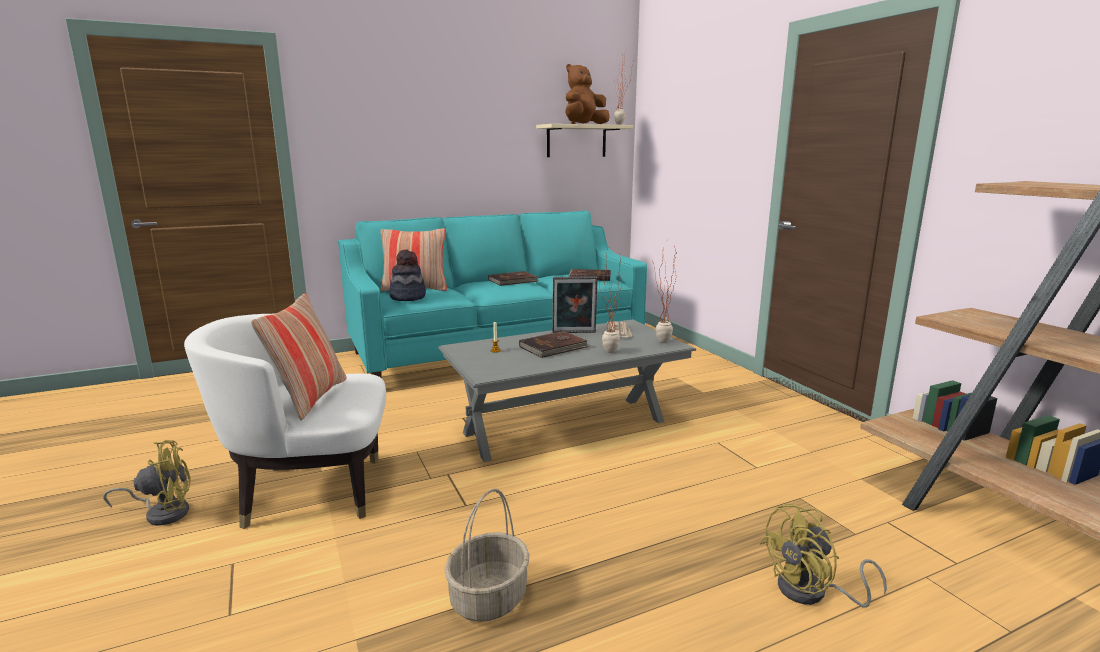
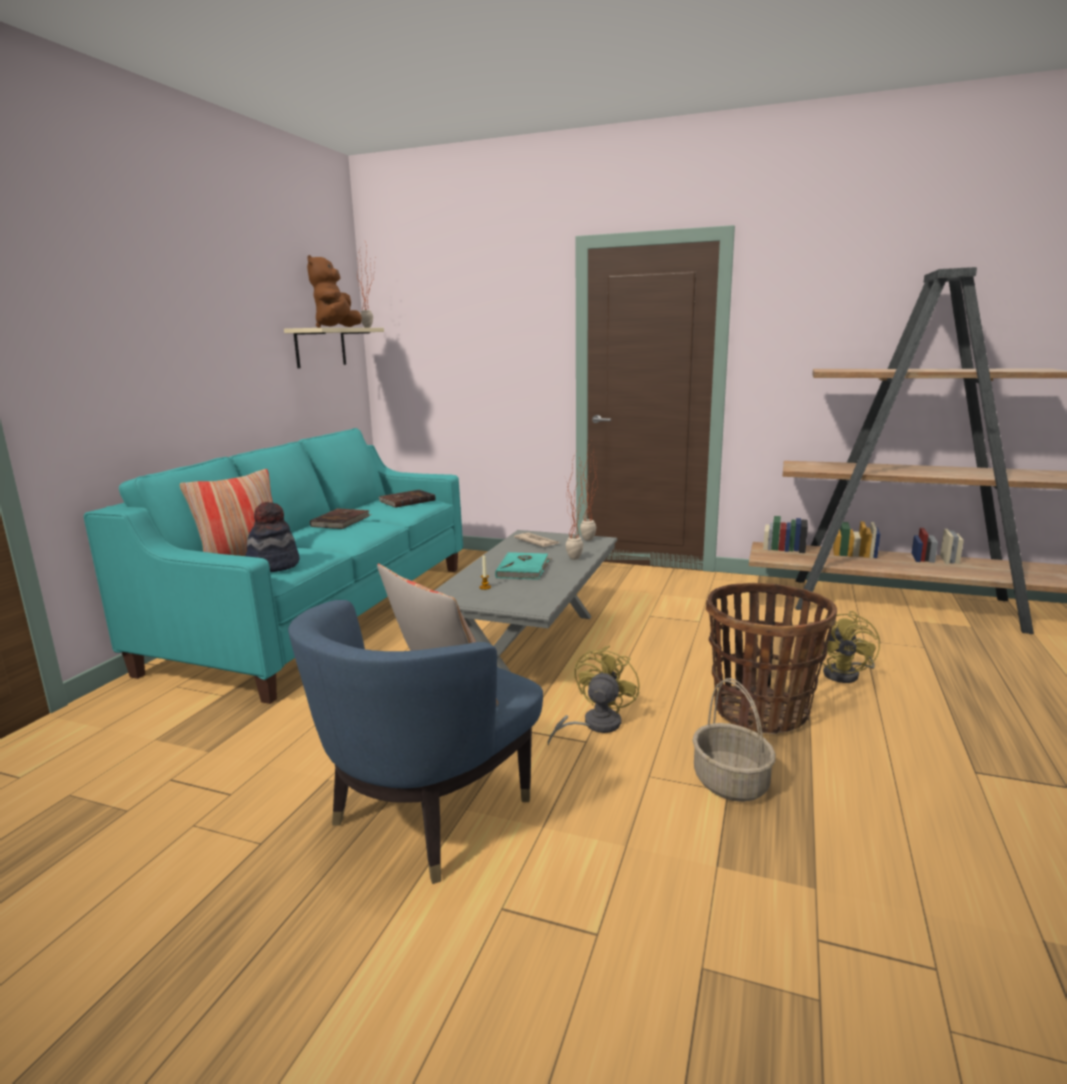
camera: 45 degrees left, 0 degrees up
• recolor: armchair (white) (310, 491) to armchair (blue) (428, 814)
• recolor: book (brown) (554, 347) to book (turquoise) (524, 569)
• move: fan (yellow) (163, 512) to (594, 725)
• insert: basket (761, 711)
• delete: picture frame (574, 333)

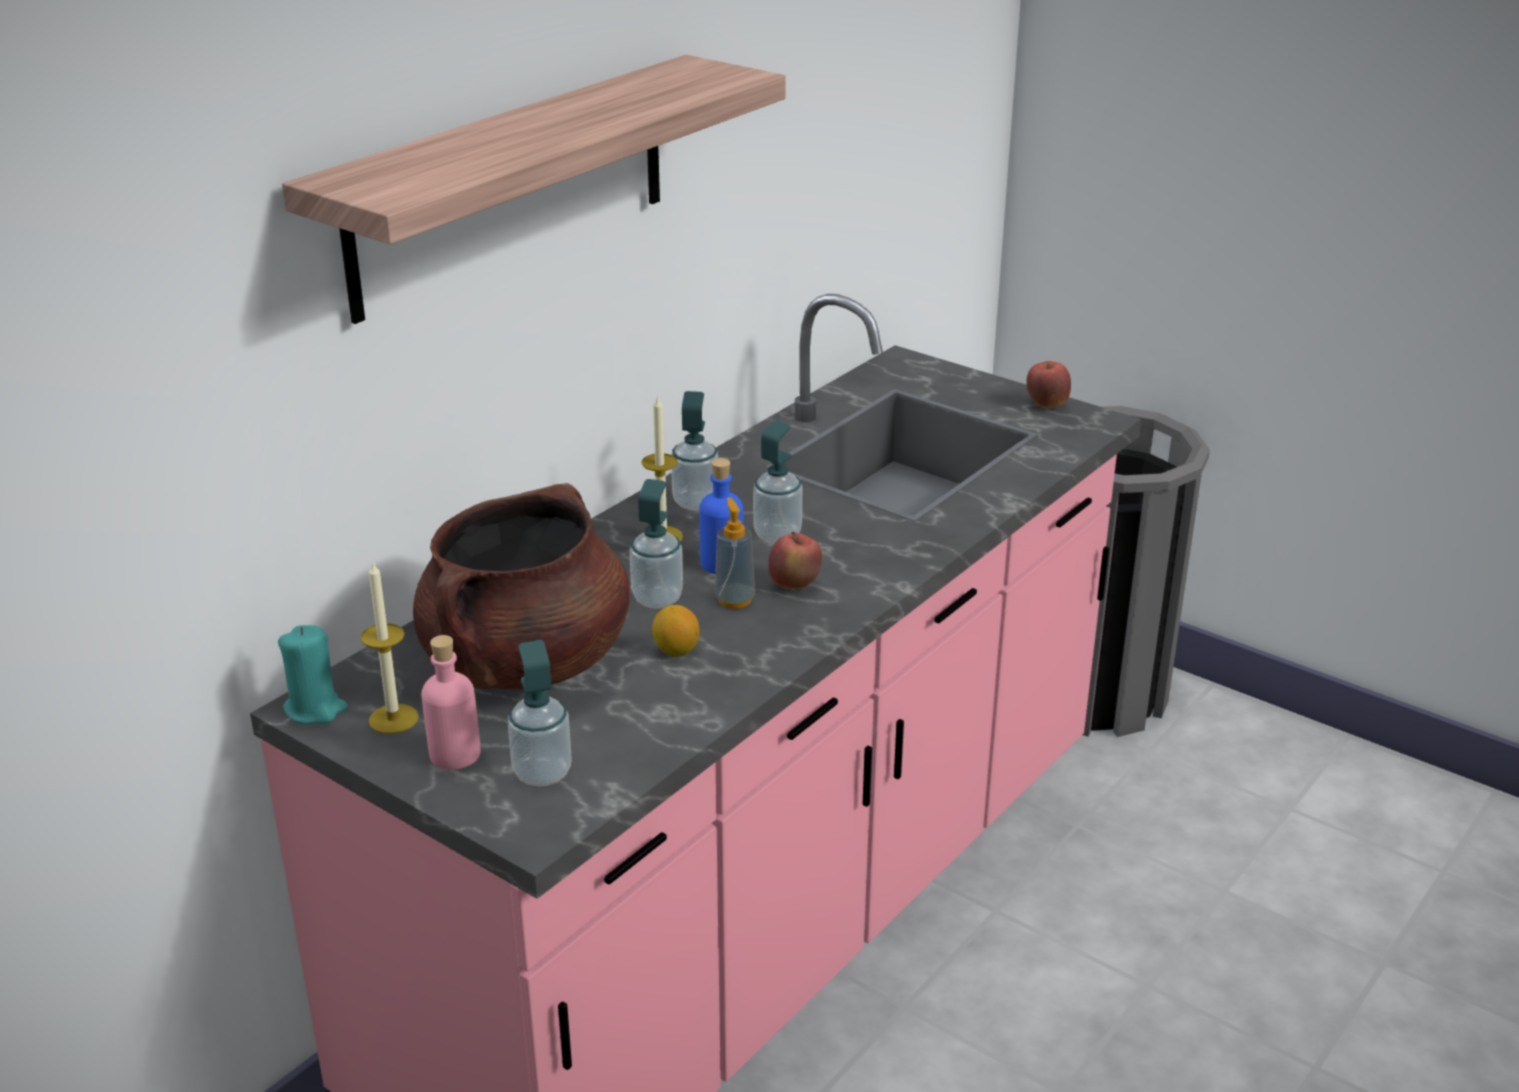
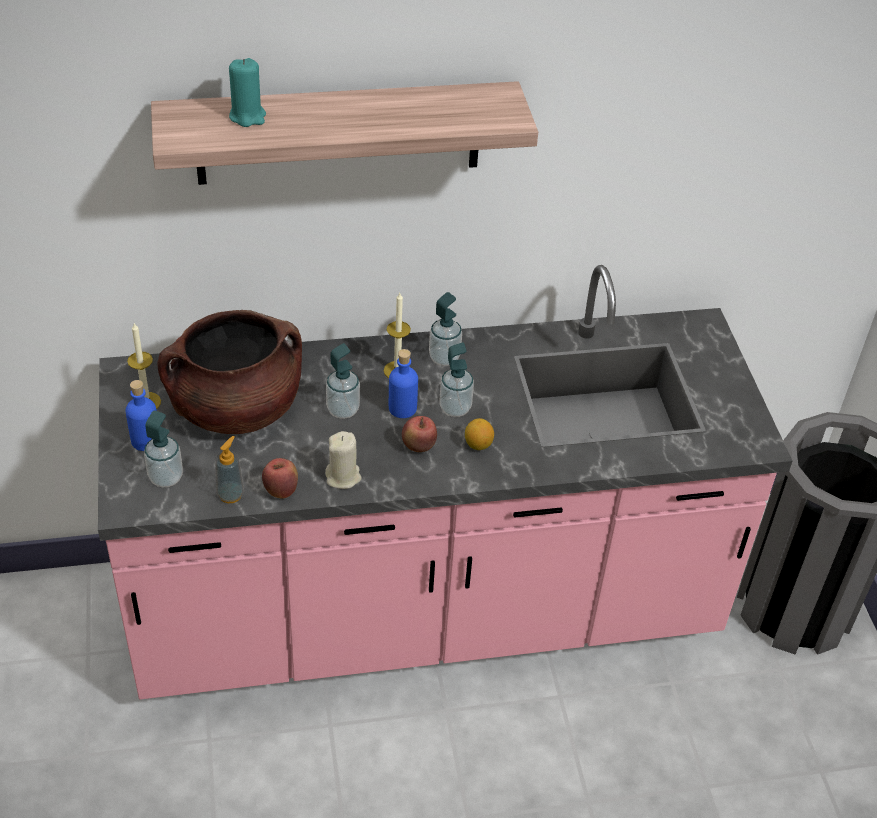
camera: 40 degrees right, 15 degrees up
• recolor: bottle (pink) (454, 754) to bottle (blue) (145, 440)
• move: soap dispenser (734, 599) to (230, 494)
• move: candle (turquoise) (315, 709) to (248, 116)
• move: apple (1046, 405) to (281, 491)
• insert: candle (beige) (343, 477)
• move: lemon (676, 651) to (478, 444)

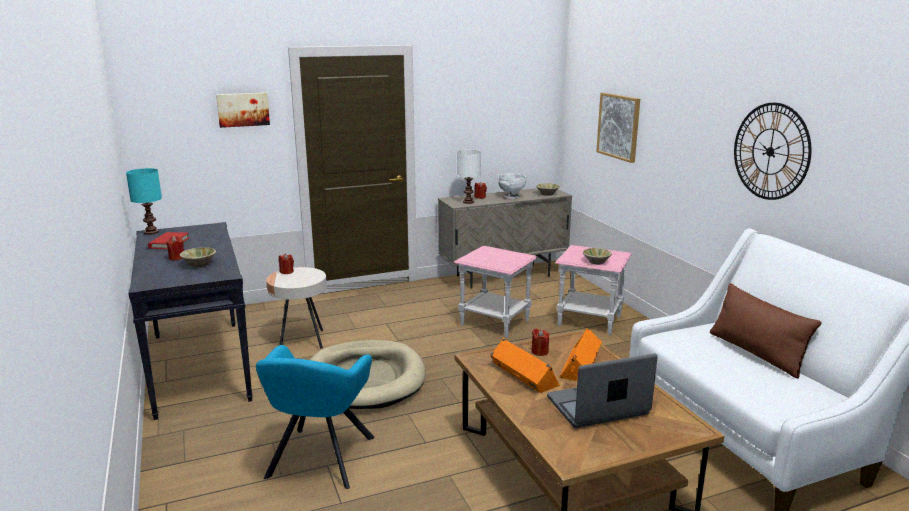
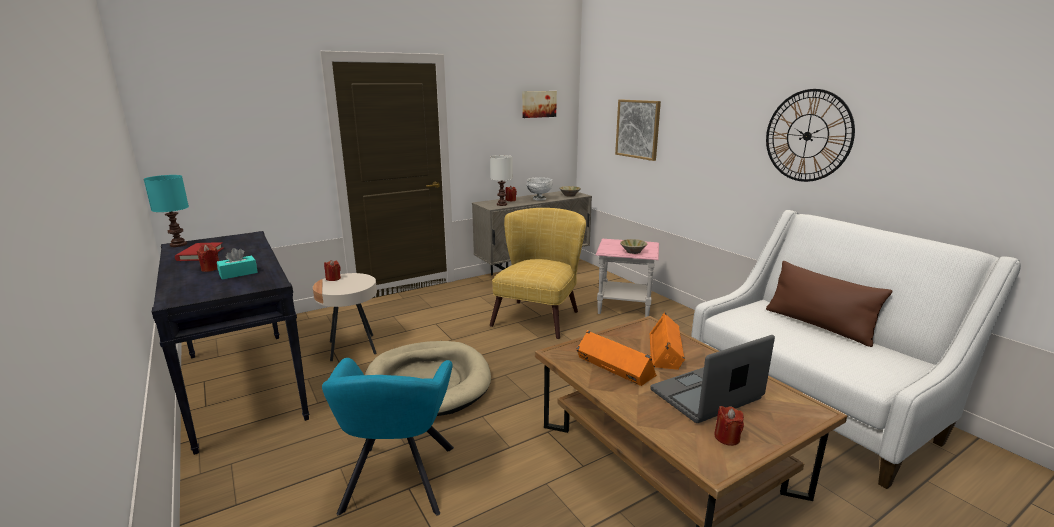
camera: 10 degrees left, 0 degrees up
• replace: bowl (beige) (199, 264) to tissue box (turquoise) (238, 273)
• replace: side table (pink) (495, 323) to armchair (yellow) (540, 315)
• move: picture (243, 109) to (538, 104)
• move: candle (red) (539, 352) to (727, 437)

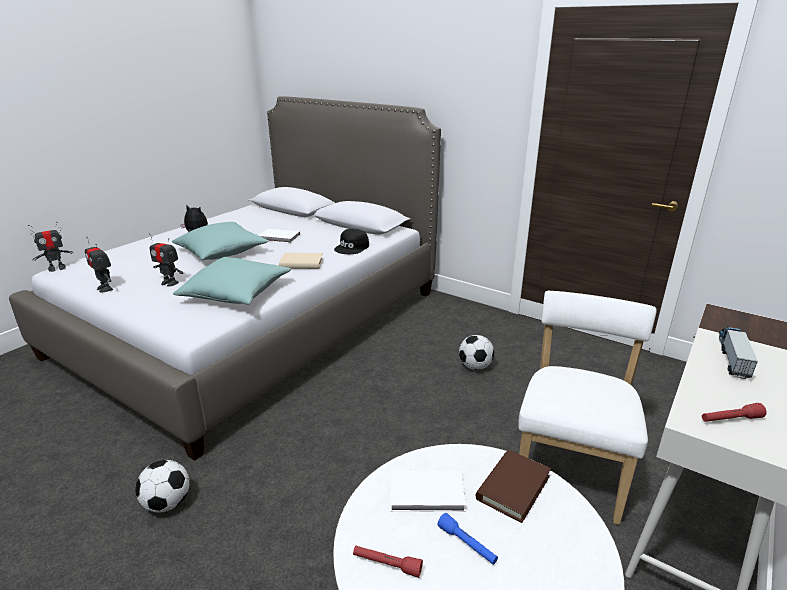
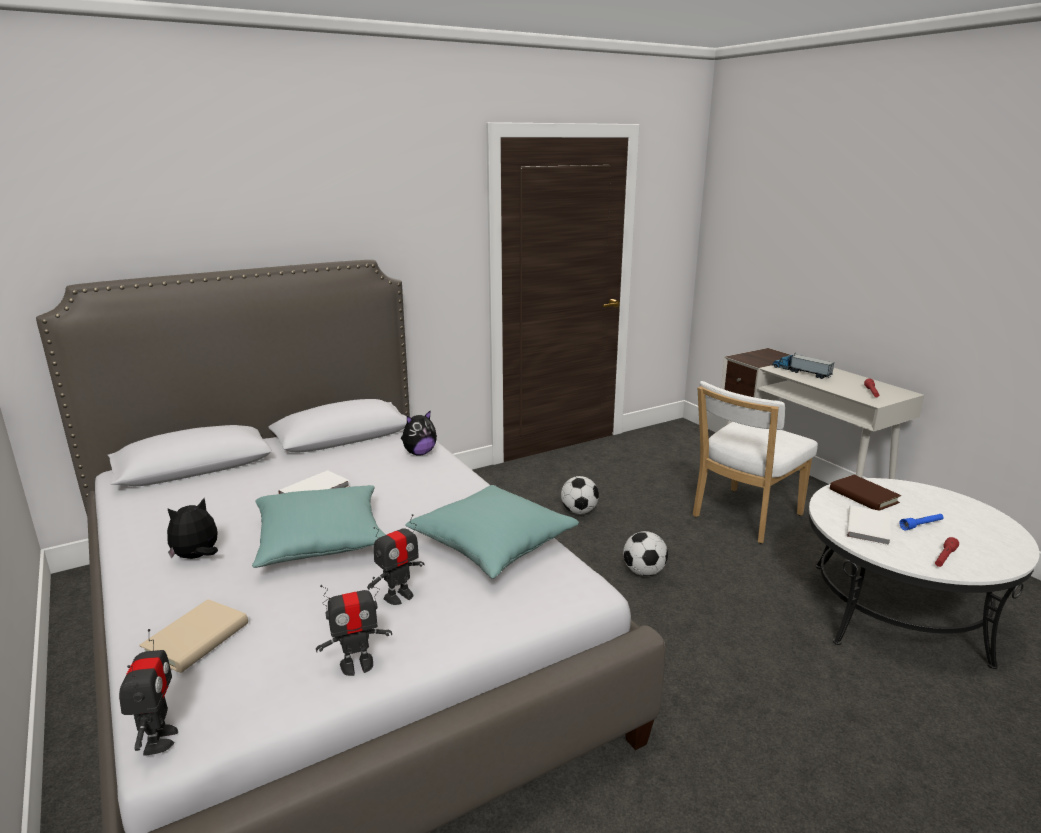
camera: 65 degrees left, 5 degrees down
• move: book (beige) (301, 263) to (197, 639)
• replace: cap (black) (352, 247) to plush toy (419, 453)
• move: football (167, 503) to (644, 572)
• rotate: chair (white) (569, 469) = (743, 517) 90 degrees counterclockwise

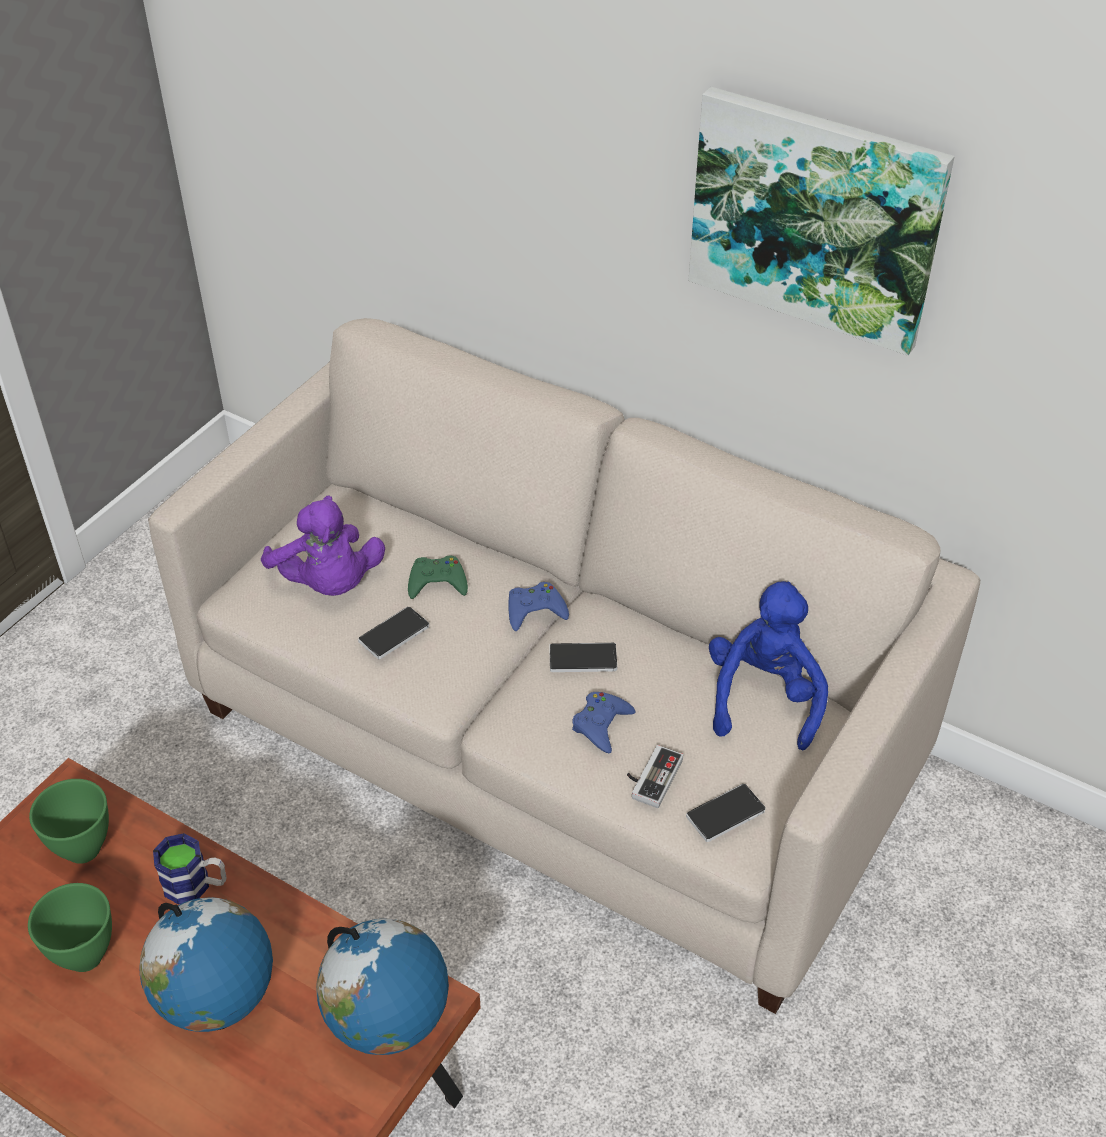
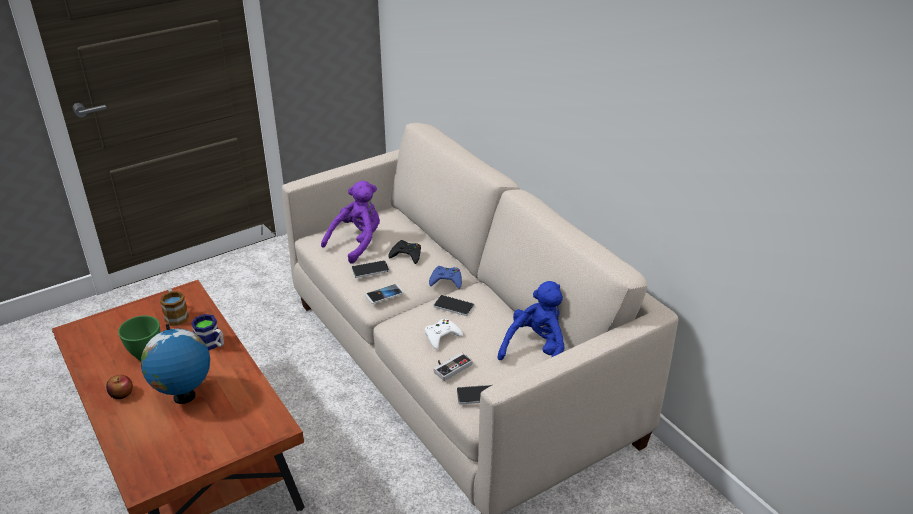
camera: 25 degrees right, 10 degrees down
• insert: apple (121, 394)
• replace: bowl (green) (81, 850) to mug (176, 315)
• rotate: plush toy (purple) (328, 583) = (357, 243) 135 degrees counterclockwise
• insert: phone (384, 294)
• recolor: game controller (green) (437, 582) to game controller (black) (406, 255)
• recolor: game controller (blue) (601, 725) to game controller (white) (441, 336)
• delete: globe (389, 1034)
• delete: picture (815, 218)

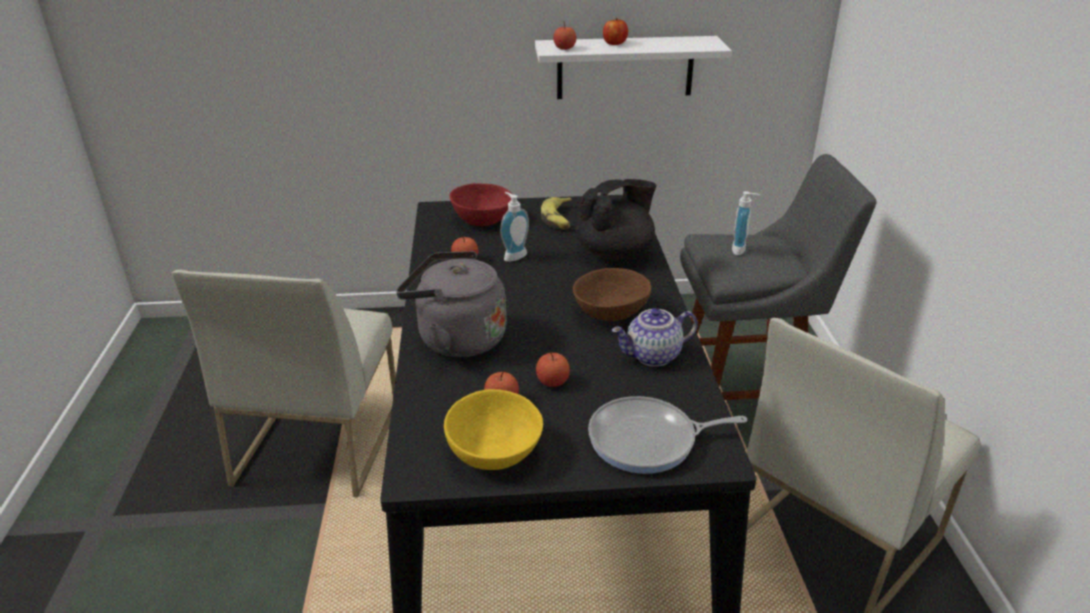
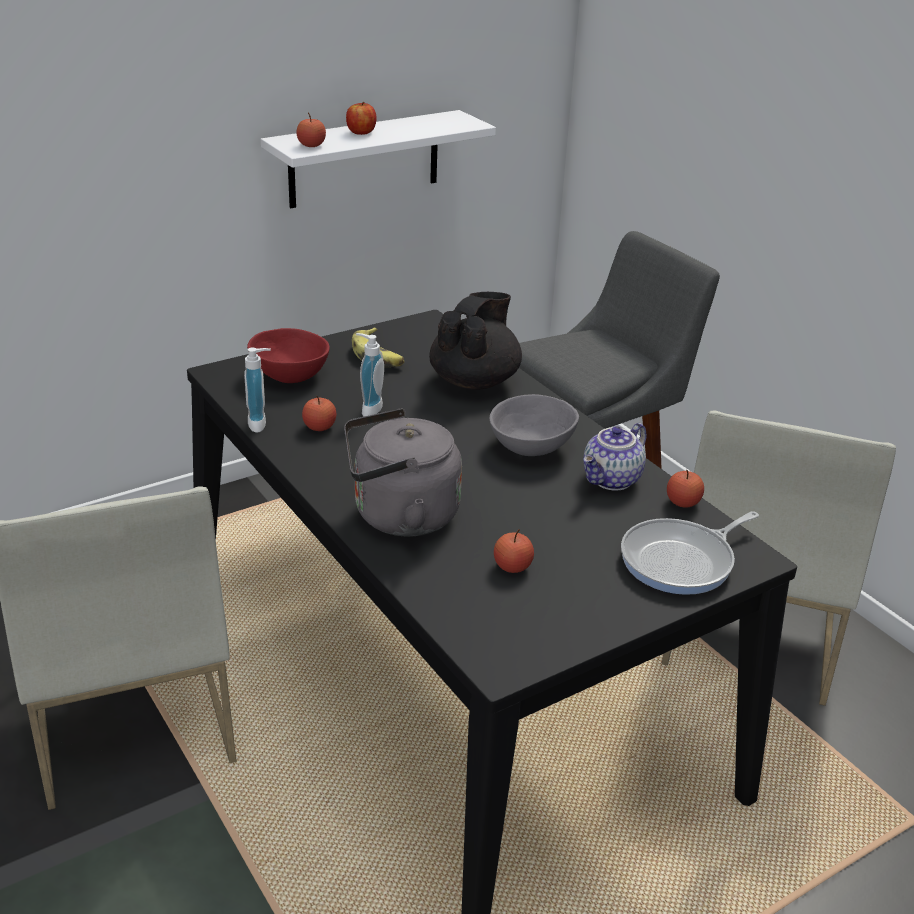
camera: 30 degrees left, 0 degrees up
• move: soap dispenser (741, 250) to (261, 423)
• recolor: bowl (brown) (612, 312) to bowl (grey) (532, 446)
• move: apple (552, 381) to (683, 502)
• delete: bowl (yellow) (492, 451)

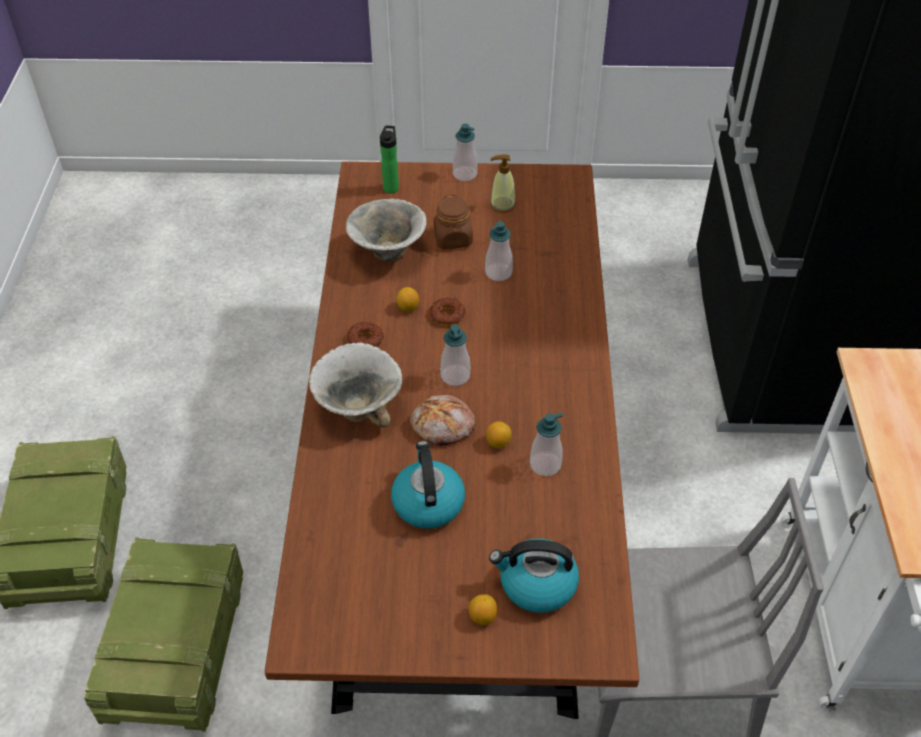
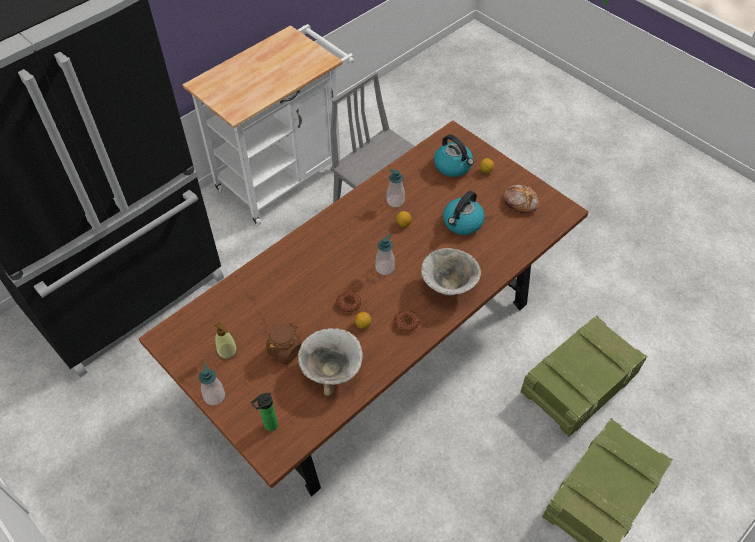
camera: 135 degrees left, 5 degrees up
• move: bread (443, 427) to (520, 202)
• delete: soap dispenser (498, 273)

